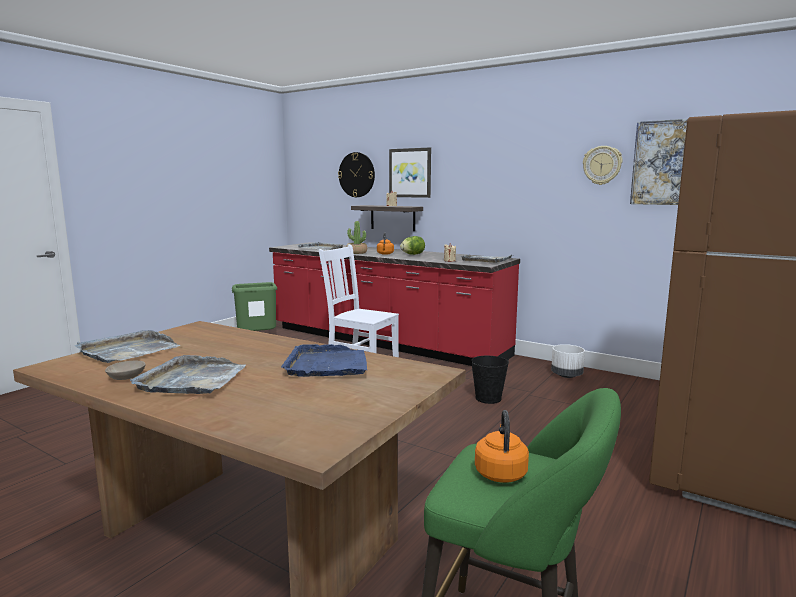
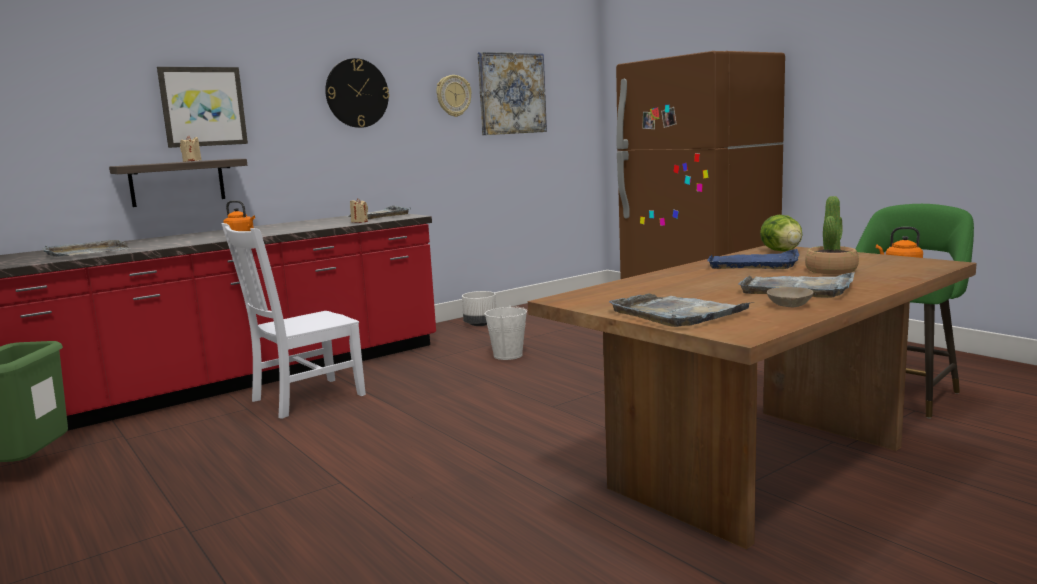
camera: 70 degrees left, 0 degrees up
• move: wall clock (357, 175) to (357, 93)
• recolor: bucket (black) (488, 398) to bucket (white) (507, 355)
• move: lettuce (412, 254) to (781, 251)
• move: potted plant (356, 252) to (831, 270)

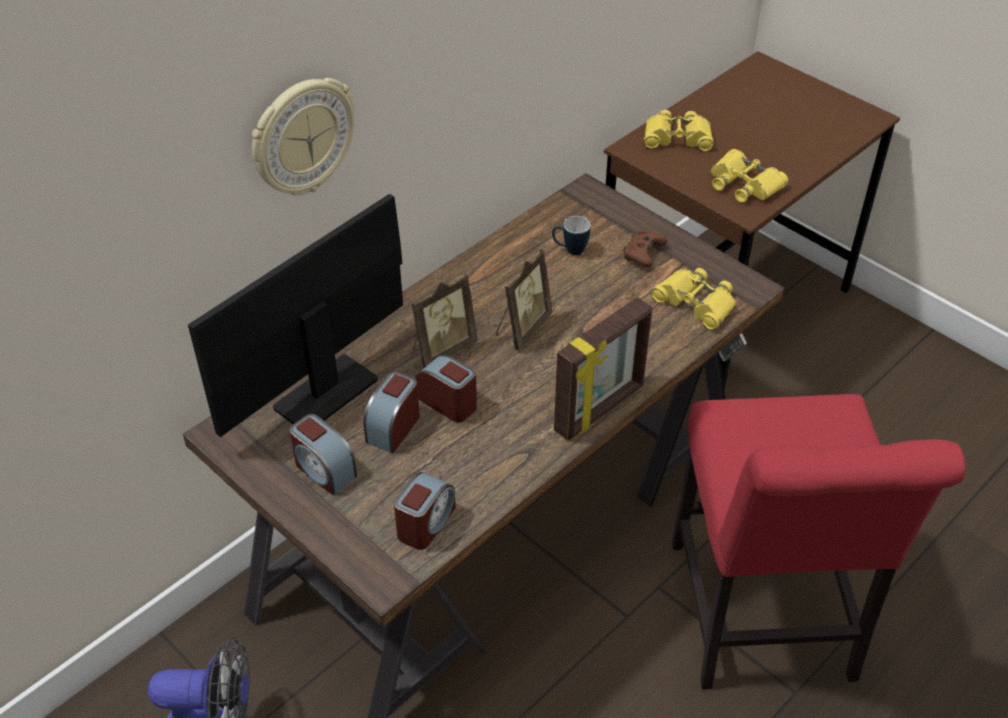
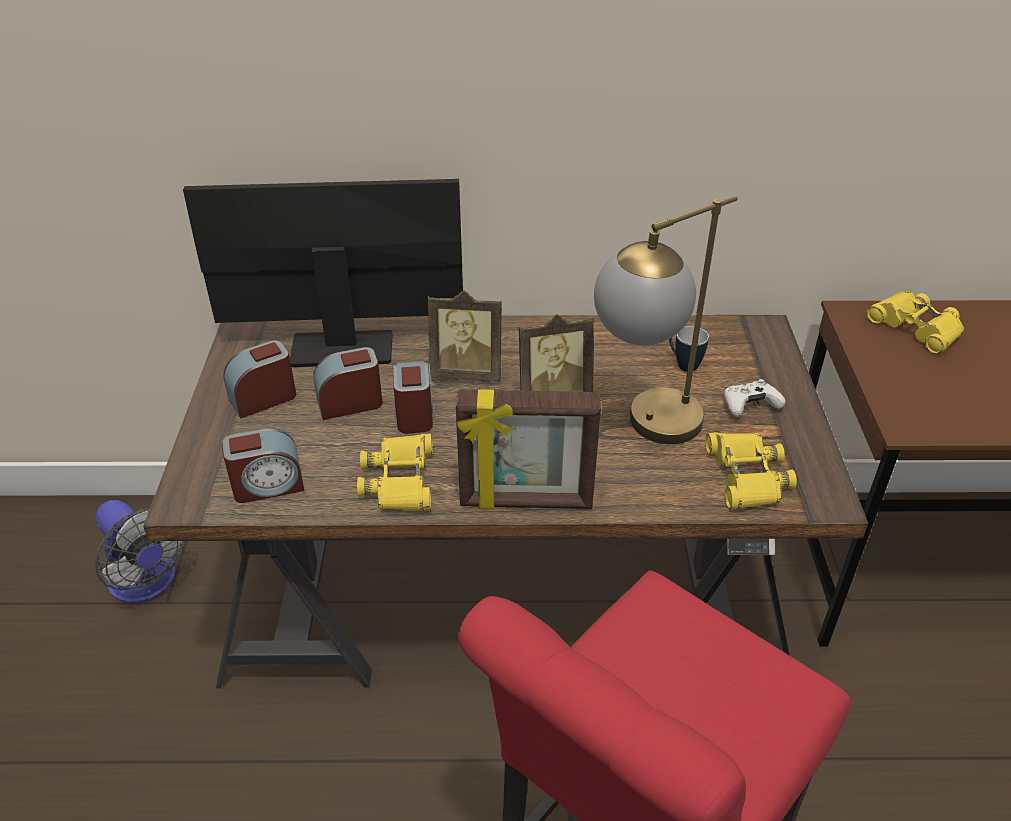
camera: 45 degrees right, 5 degrees down
• rotate: alarm clock (324, 470) = (263, 398) 60 degrees clockwise
• move: binoculars (yellow) (744, 184) to (400, 480)
• insert: table lamp (645, 430)
• recolor: game controller (brown) (643, 254) to game controller (white) (749, 406)
• delete: wall clock (302, 137)

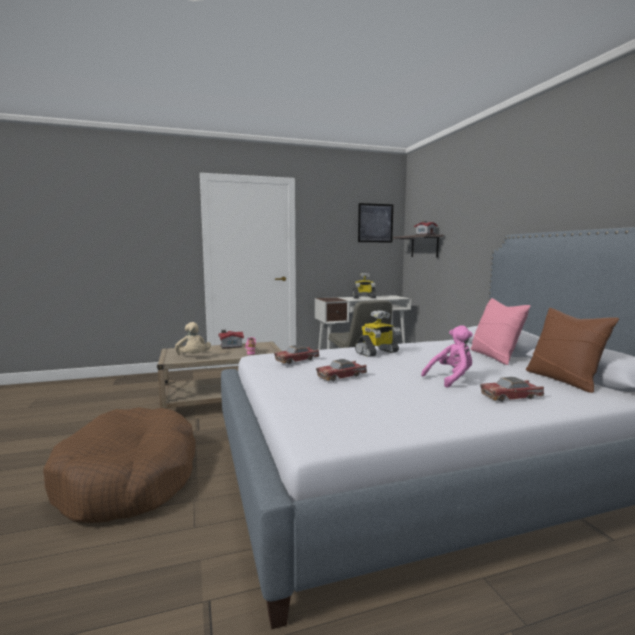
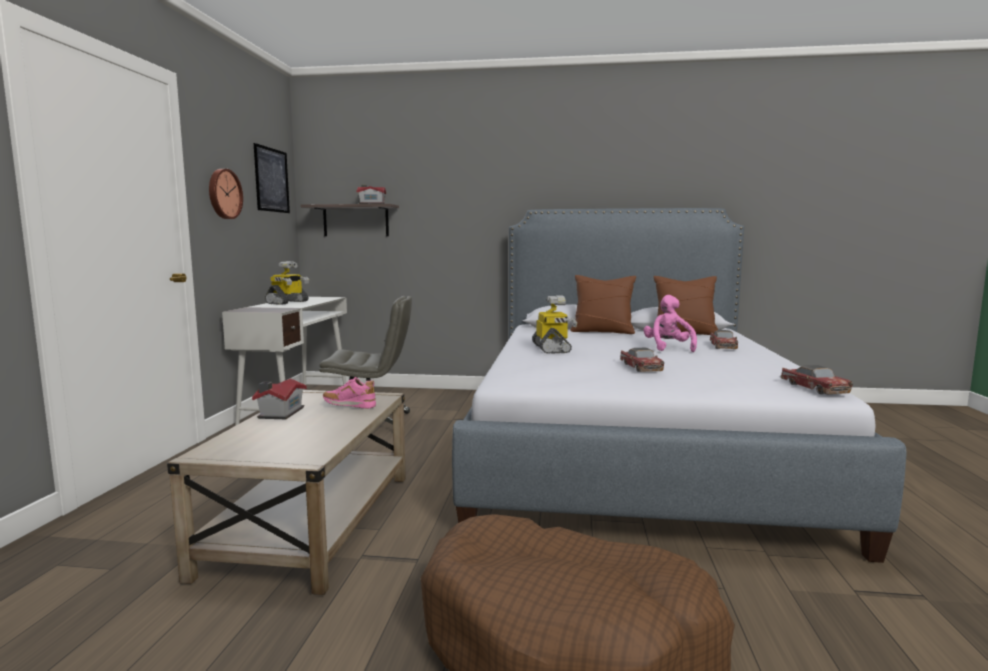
camera: 65 degrees left, 0 degrees up
• insert: wall clock (223, 194)
• recolor: pillow (pink) (495, 356) to pillow (brown) (602, 331)
• move: toy car (297, 360) to (814, 388)
• delete: plush toy (beige) (193, 357)

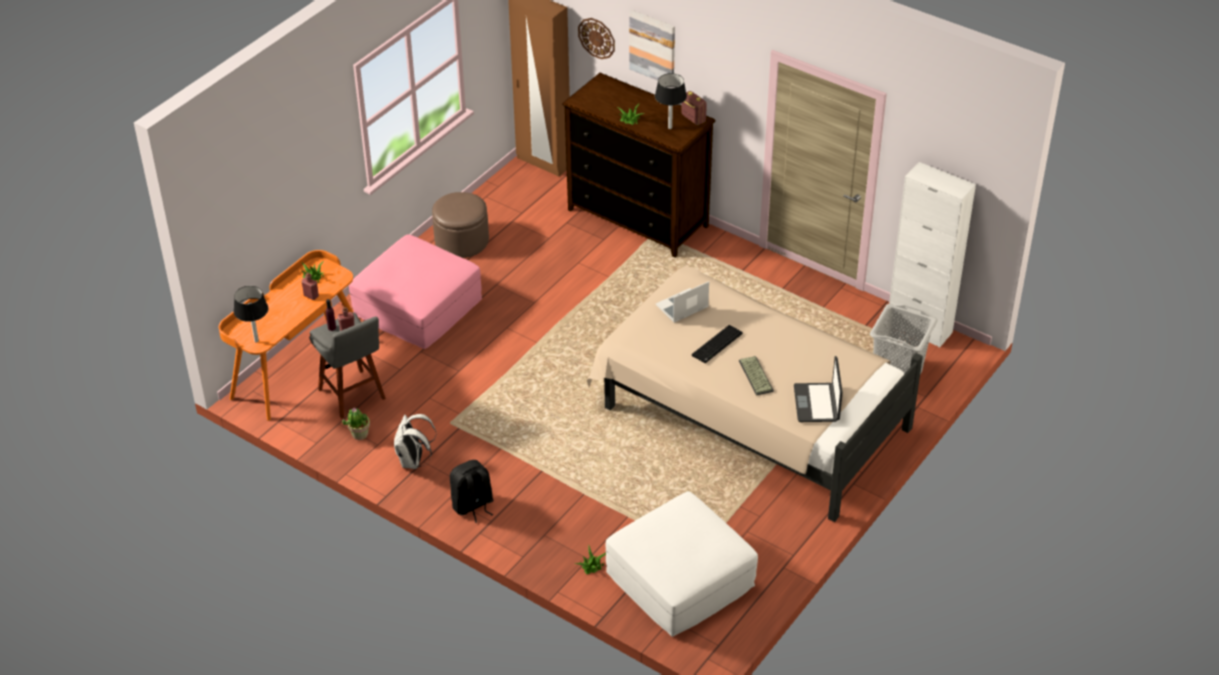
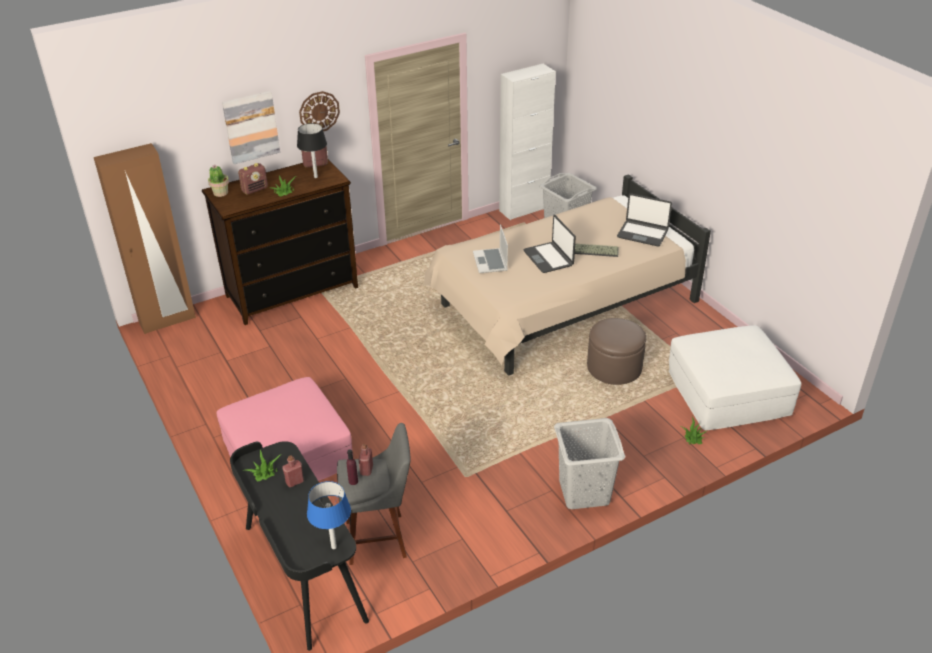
camera: 65 degrees left, 5 degrees down
• move: potted plant (359, 434) to (220, 193)
• recolor: desk (orange) (297, 367) to desk (black) (302, 573)
• insert: radio (255, 189)
• move: wall clock (597, 38) to (319, 112)
• recolor: table lamp (black) (256, 341) to table lamp (blue) (333, 547)
• replace: keyboard (717, 345) to laptop (549, 258)
• replace: backpack (black) (472, 506) to laundry basket (grey) (584, 492)
• move: ottoman (brown) (461, 241) to (614, 367)
• delete: backpack (white) (413, 461)

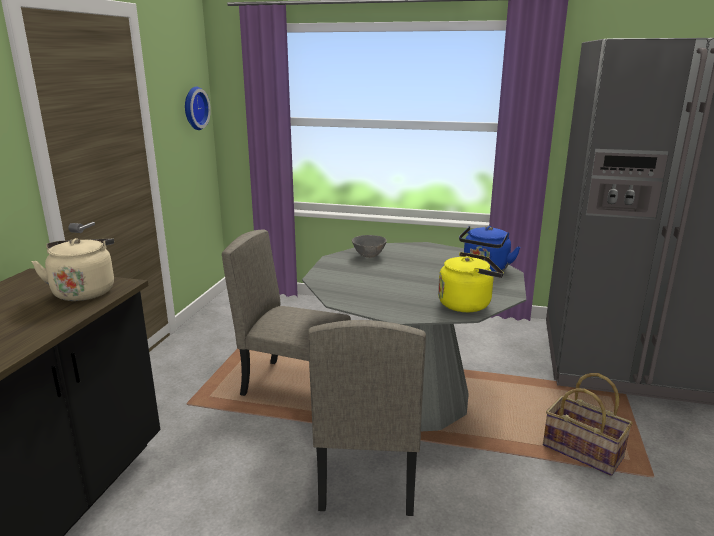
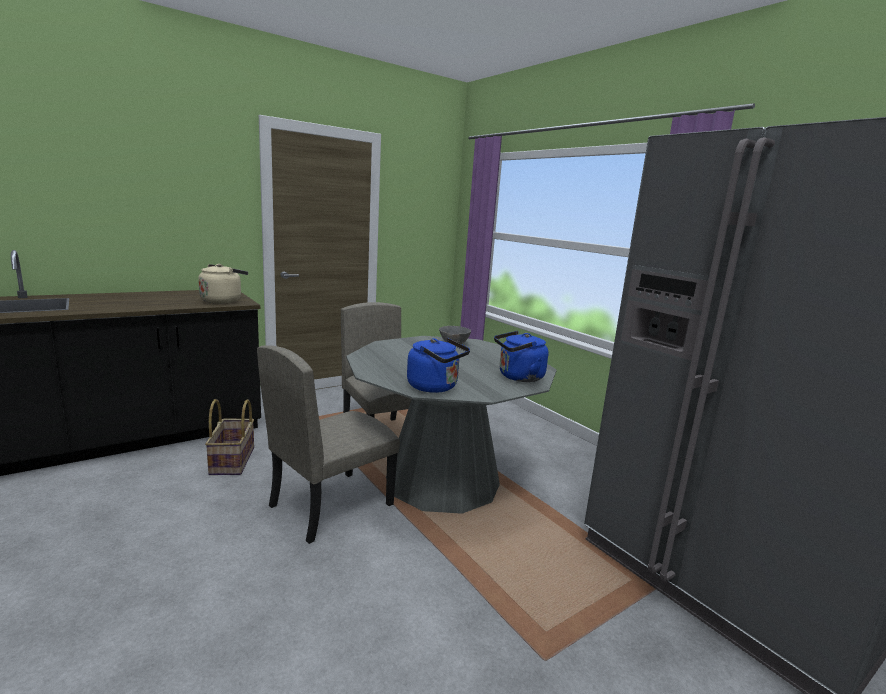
camera: 40 degrees right, 5 degrees down
• move: basket (583, 451) to (233, 461)
• recolor: kettle (yellow) (467, 304) to kettle (blue) (435, 387)
• delete: wall clock (194, 108)

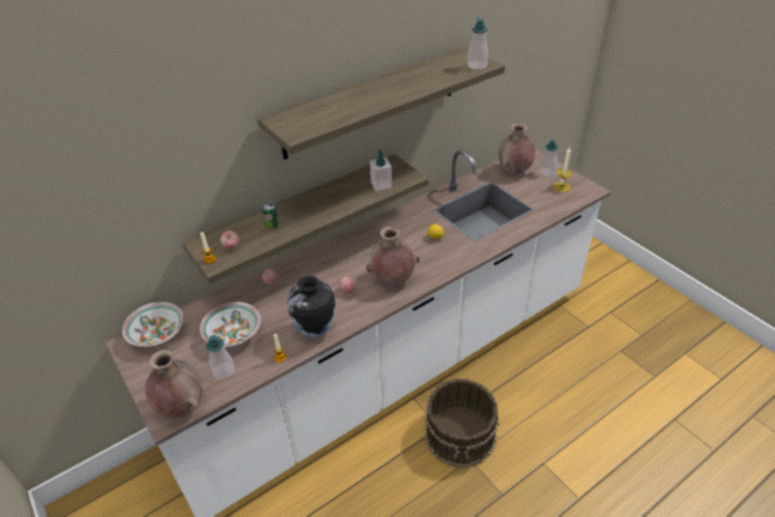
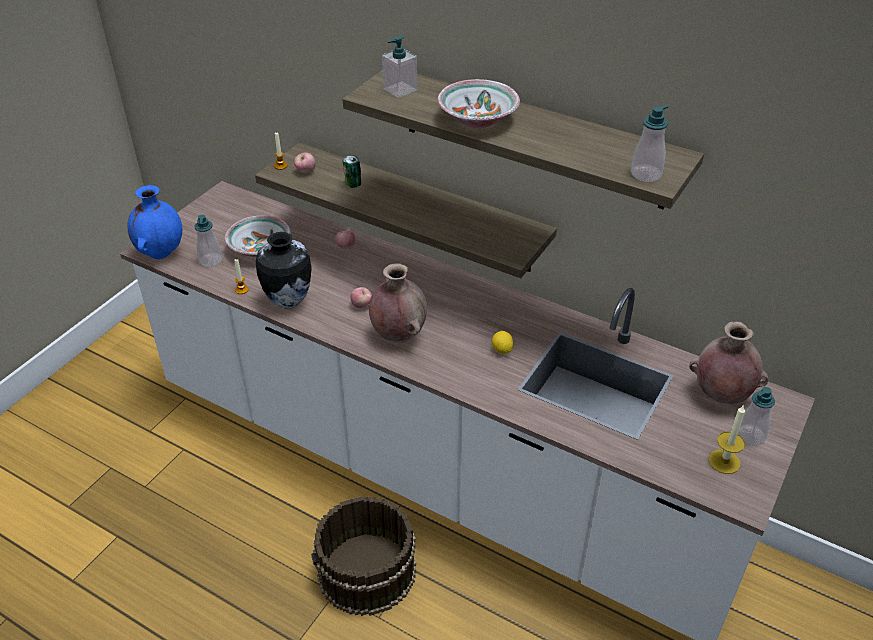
camera: 65 degrees right, 0 degrees up
• recolor: vase (brown) (182, 407) to vase (blue) (161, 253)
• move: soap dispenser (381, 185) to (400, 89)
• move: bowl (158, 334) to (477, 120)

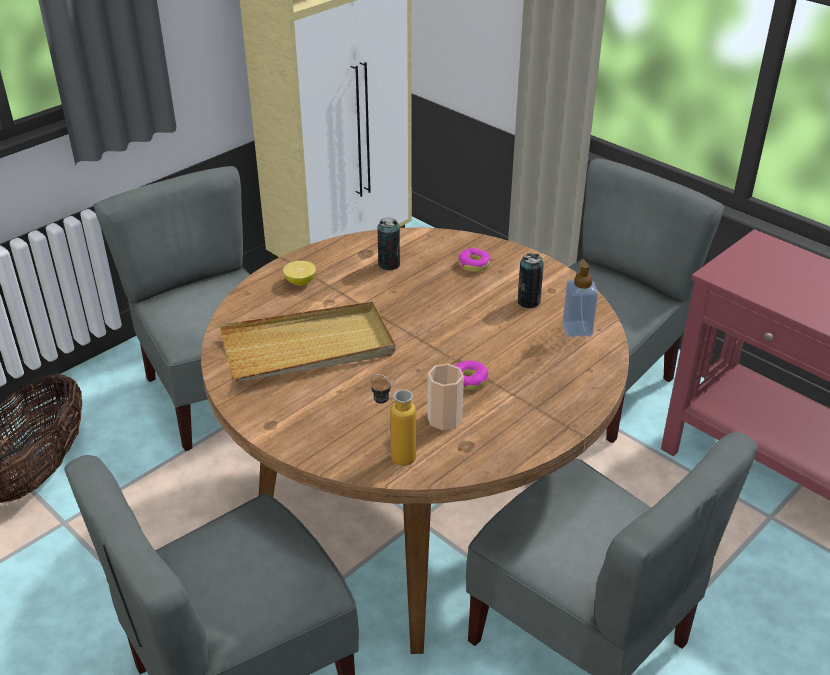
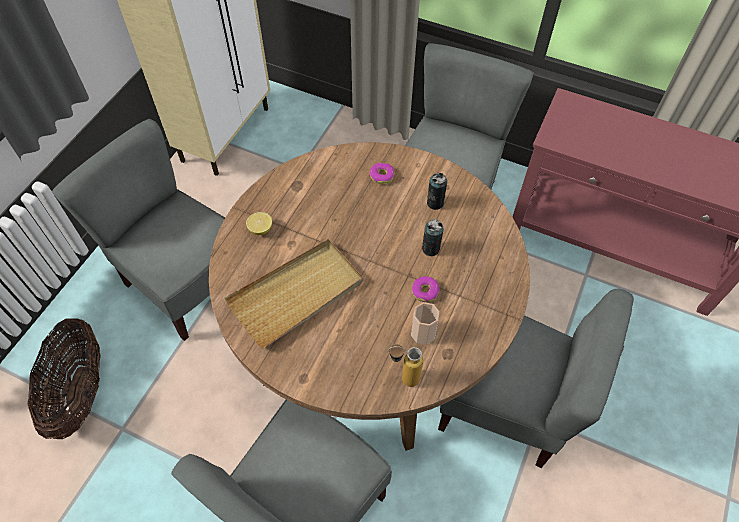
camera: 20 degrees left, 20 degrees up
• move: can (389, 264) to (430, 249)
• delete: soap dispenser (577, 329)

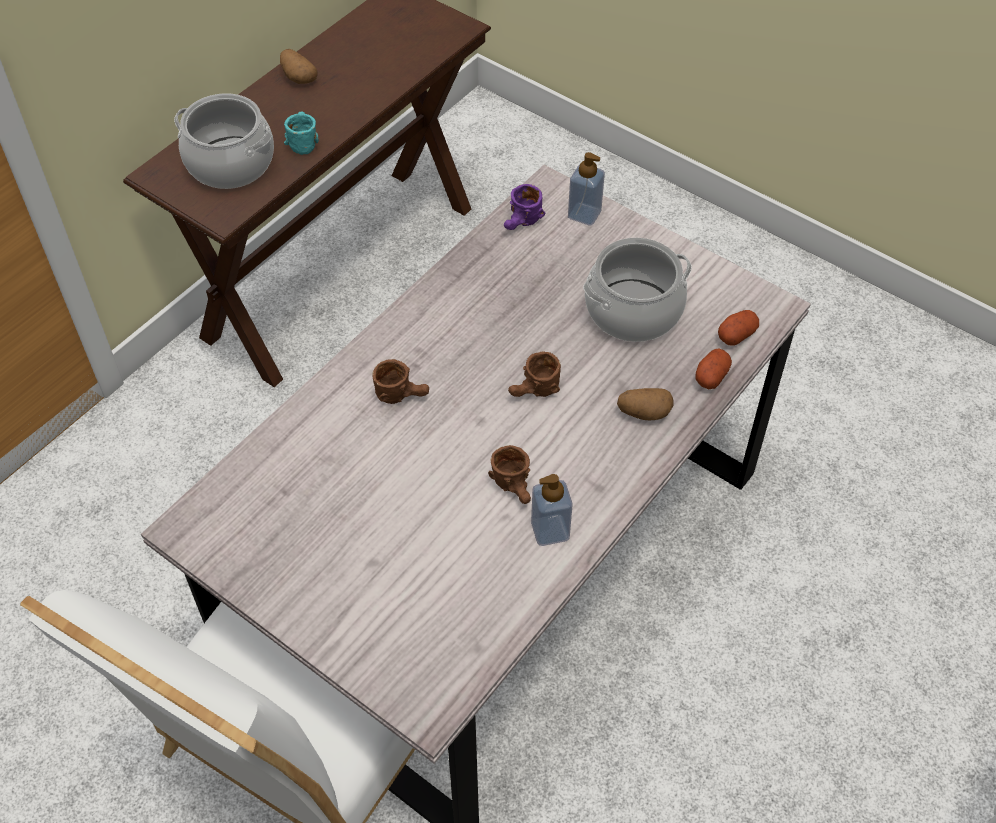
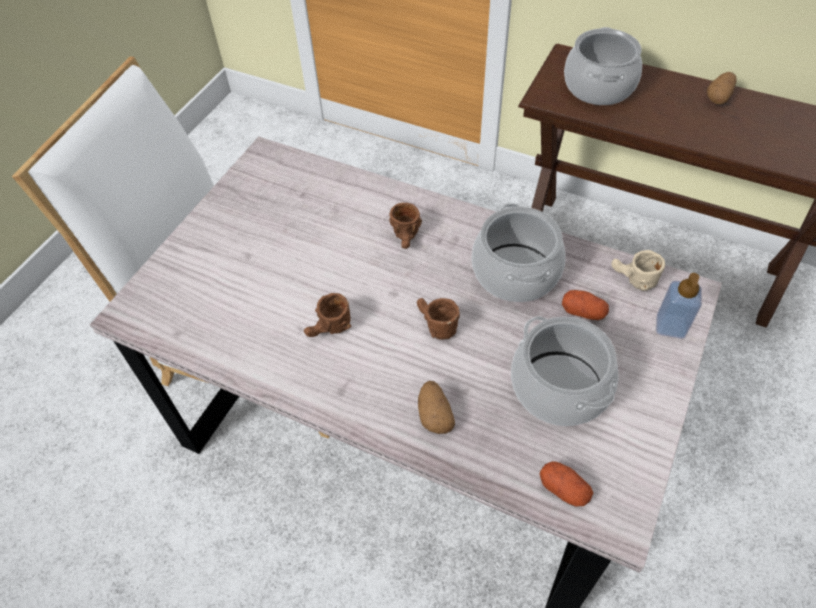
camera: 80 degrees right, 0 degrees up
• insert: cooking pot (516, 273)
• move: potato (711, 376) to (583, 312)
• recolor: mug (purple) (522, 224) to mug (beige) (632, 280)
• delete: mug (turquoise) (301, 141)
• delete: soap dispenser (550, 530)

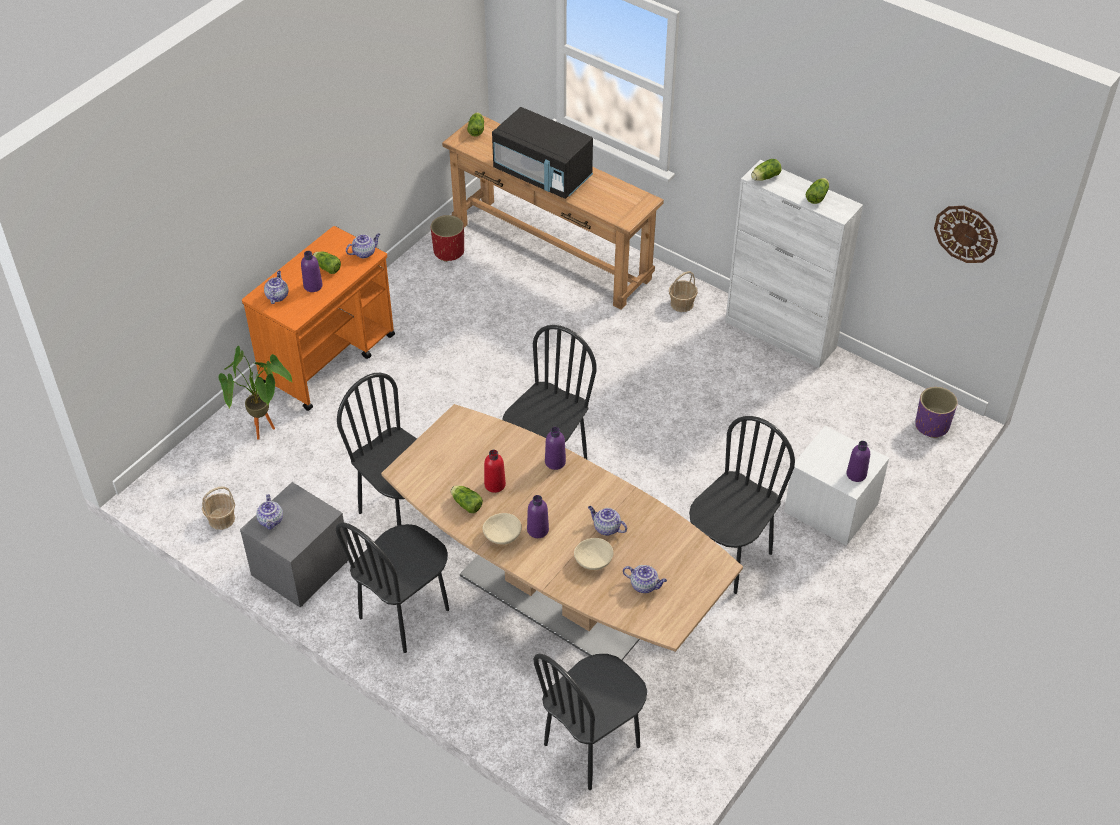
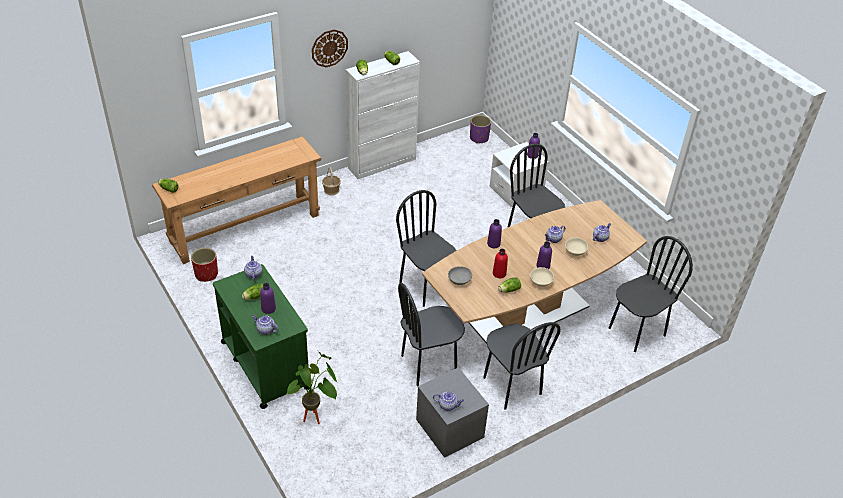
camera: 70 degrees left, 5 degrees down
• recolor: cart (orange) (328, 358) to cart (green) (265, 364)
• move: wall clock (966, 233) to (329, 48)
• insert: bowl (grey) (459, 280)
• rotate: chair (black) (592, 746) = (636, 331) 105 degrees counterclockwise
• delete: basket (221, 519)
• delete: microwave (black) (543, 174)

